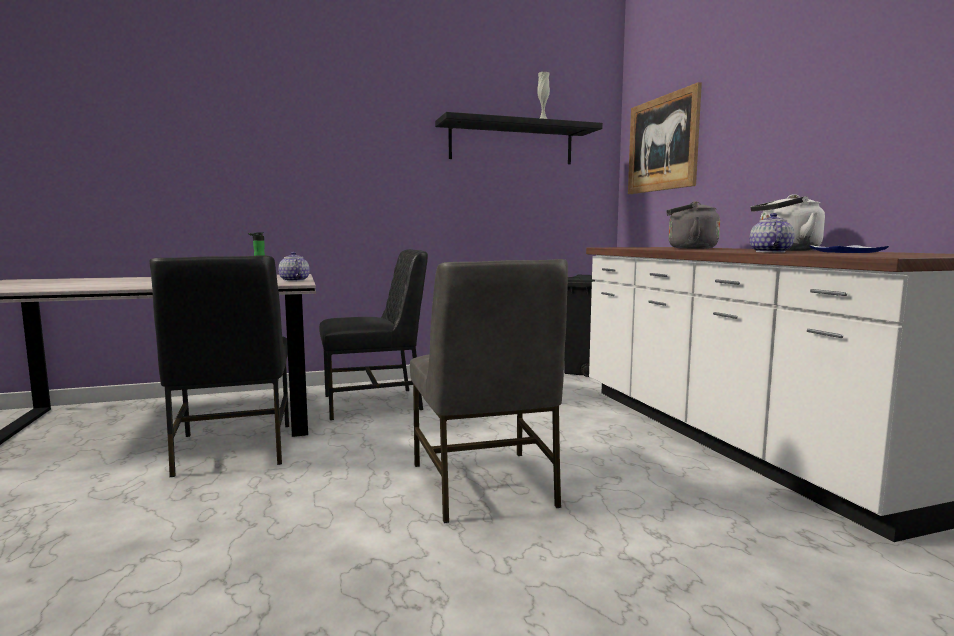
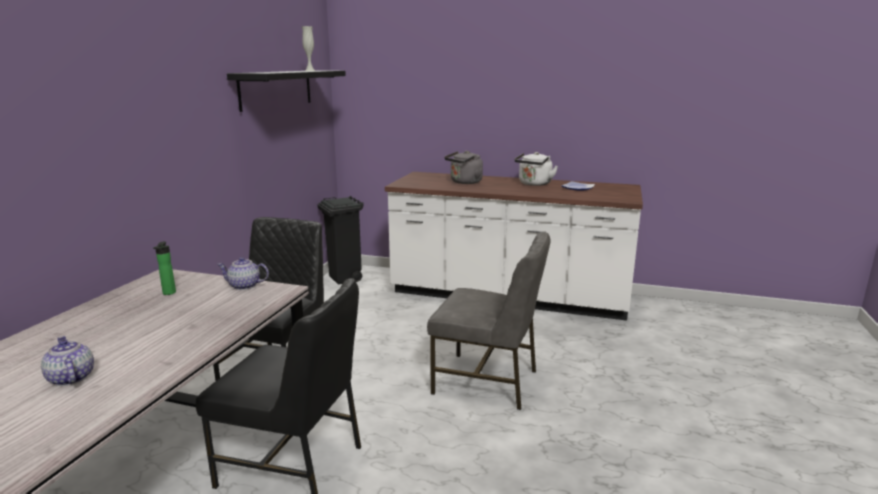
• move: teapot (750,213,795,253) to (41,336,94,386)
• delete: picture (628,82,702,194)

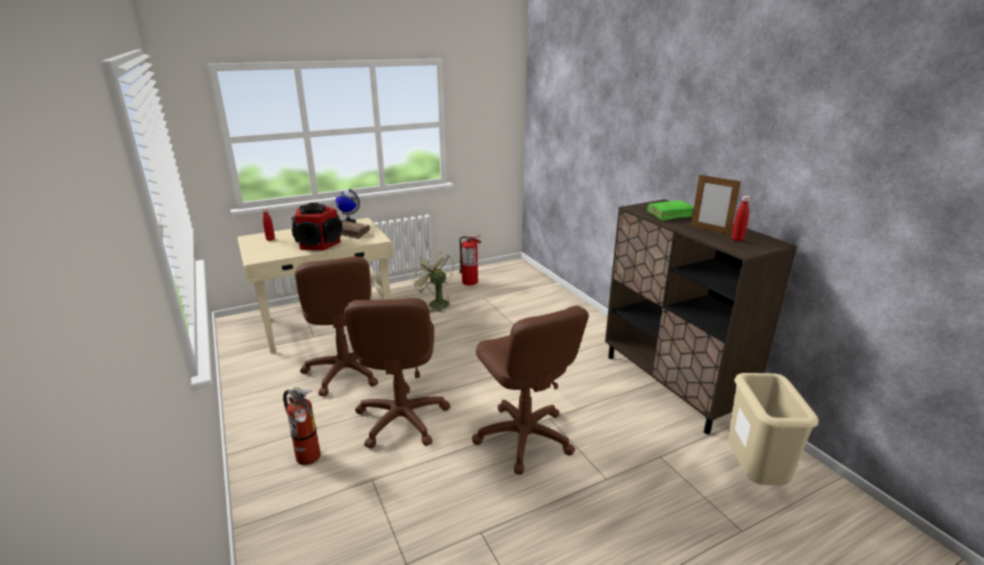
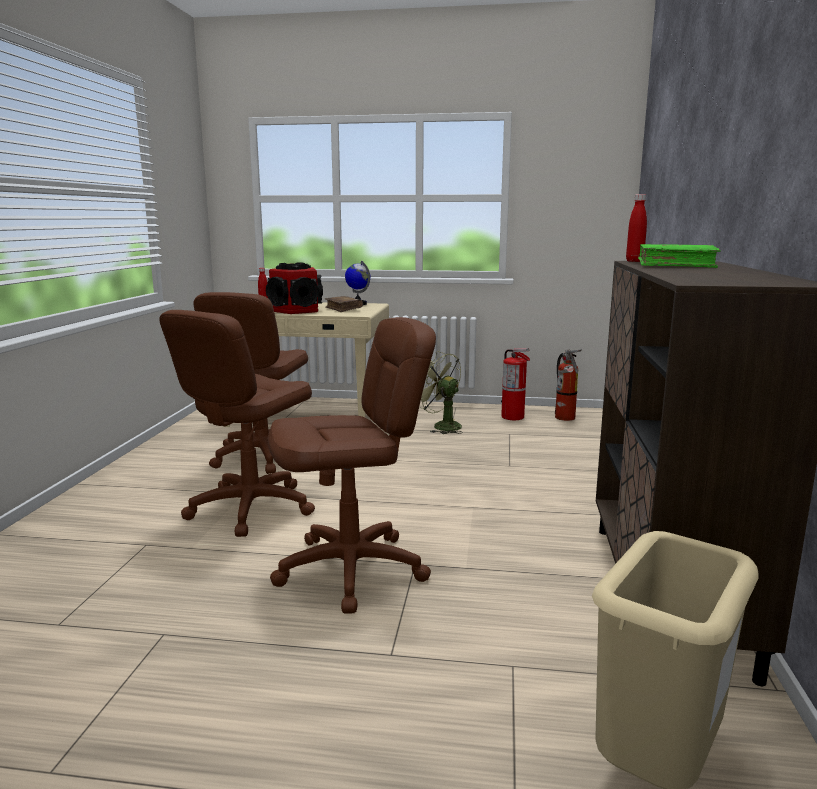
• rotate: brown_office_chair (472,306,589,475) = (268,317,436,614) 120 degrees counterclockwise
• rotate: green_fan (411,251,453,313) = (419,351,463,434) 45 degrees counterclockwise
• move: fire_extinguisher (283,387,321,465) to (555,349,582,421)
• move: red_bottle (731,196,750,242) to (626,194,647,262)
• delete: picture_frame (691,174,741,235)

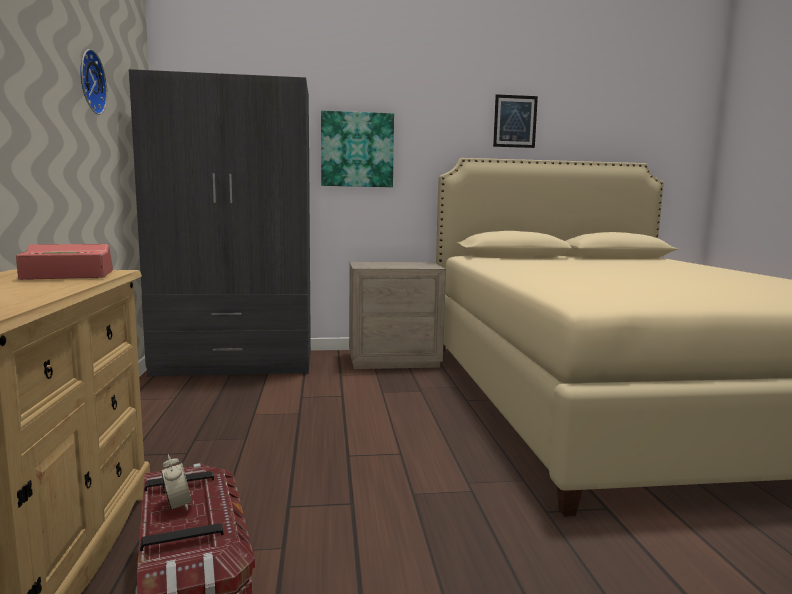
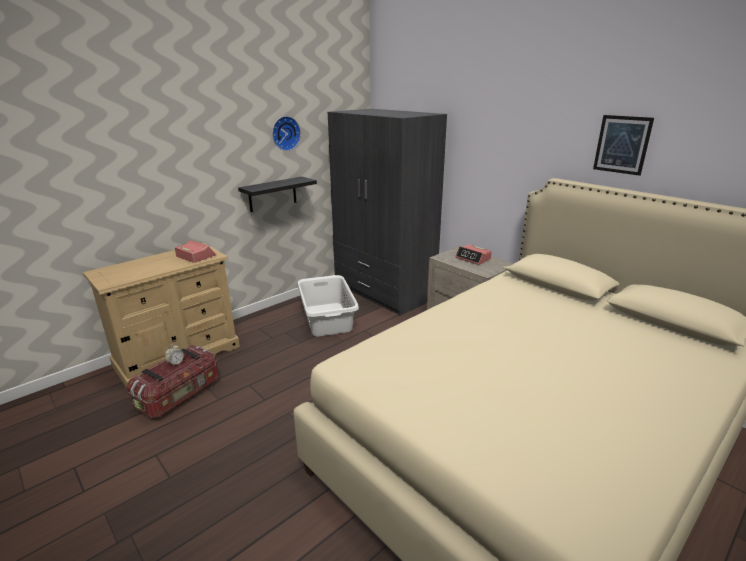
• insert: black_shelf (238,177,317,212)
• insert: white_laundry_basket (297,275,359,336)
• insert: alarm_clock (455,245,492,265)
• delete: picture (321,111,394,187)

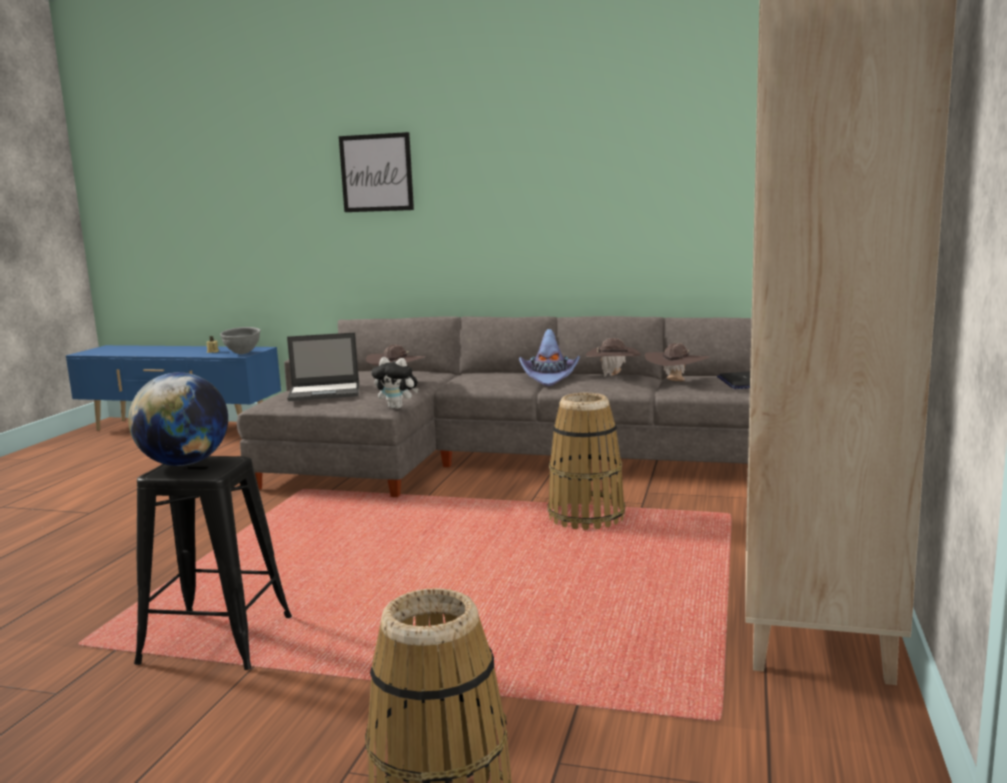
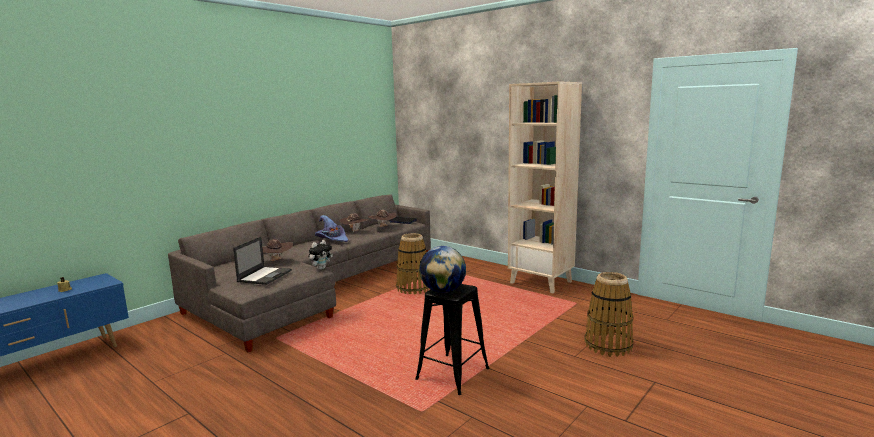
• delete: grey_bowl (220,327,261,354)
• delete: picture (339,132,414,212)

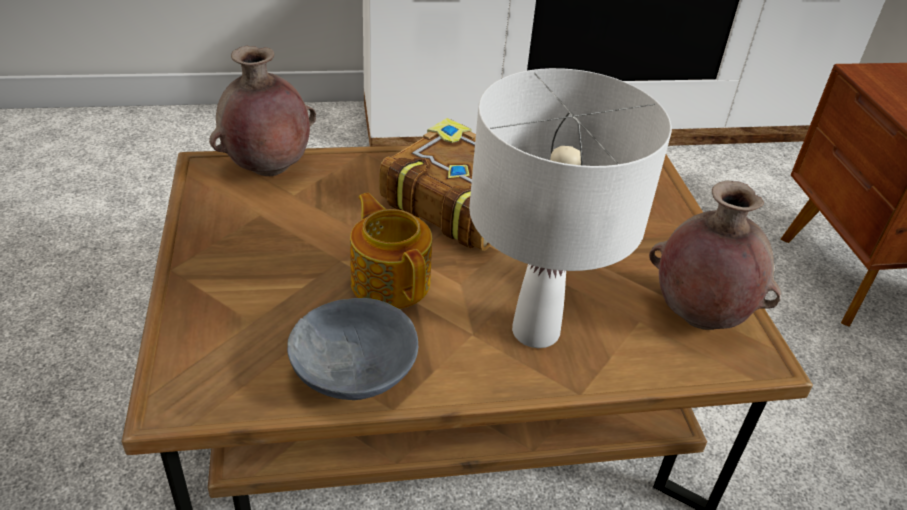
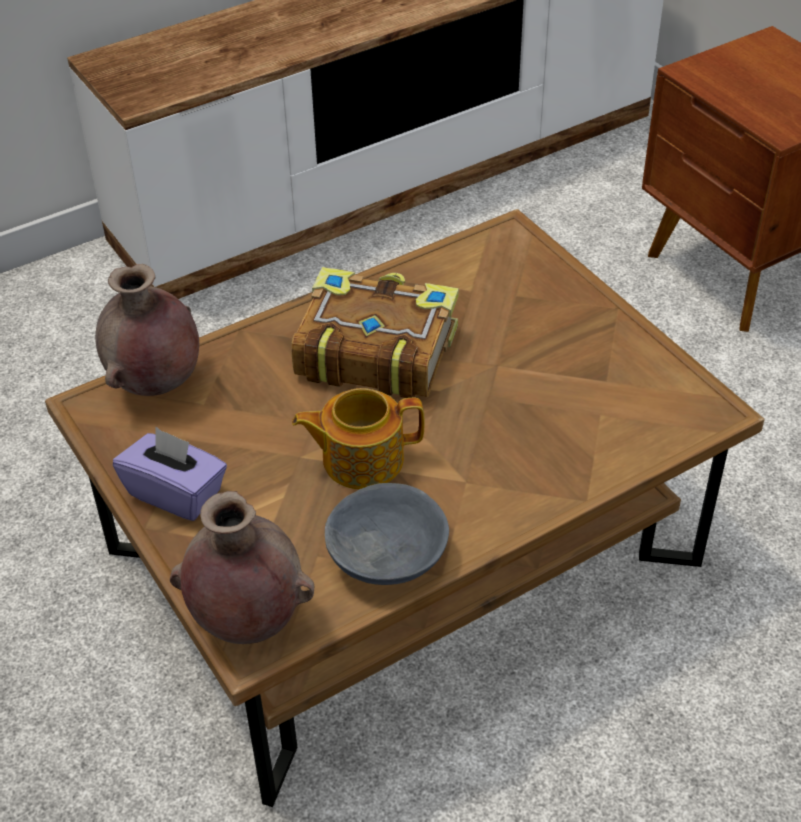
• insert: purple_tissue_box (113,427,227,521)
• move: brown_vase (649,180,781,330) to (170,491,315,644)
• rotate: teapot (350,193,432,309) = (292,388,425,489) 45 degrees counterclockwise
• delete: white_table_lamp (469,68,672,348)

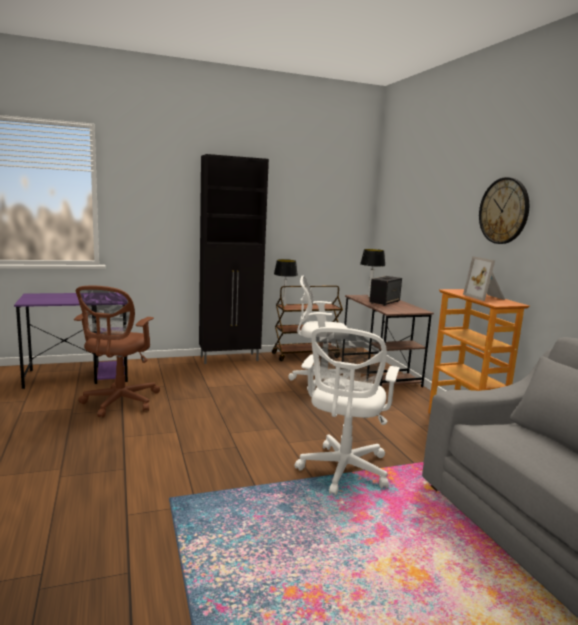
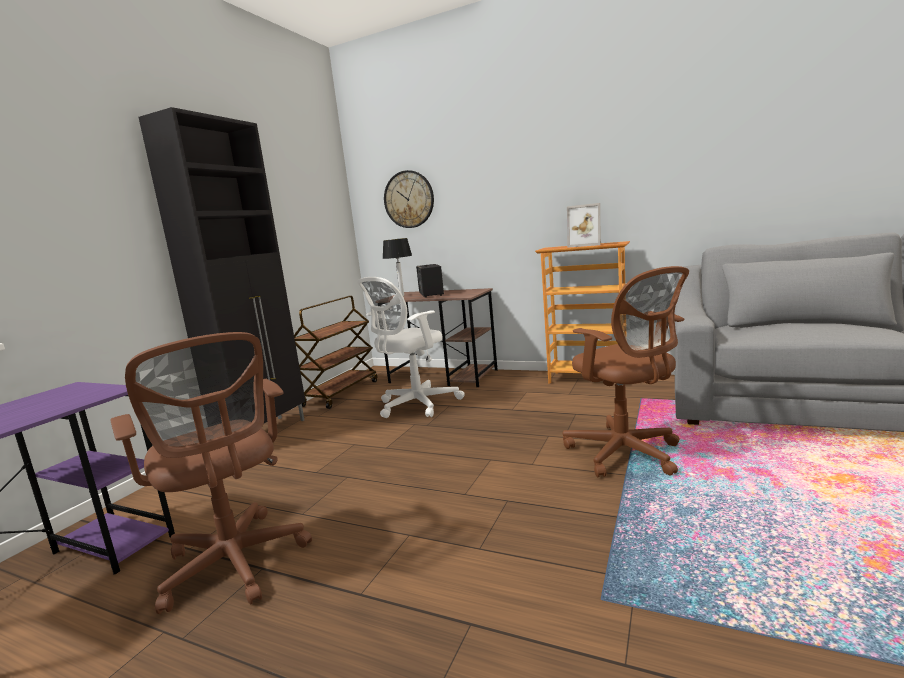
• move: wall_clock (479,177,529,244) to (384,170,434,228)
• recolor: white_office_chair (295,327,399,496) to brown_office_chair (563,266,689,477)
• delete: table_lamp (274,259,298,306)

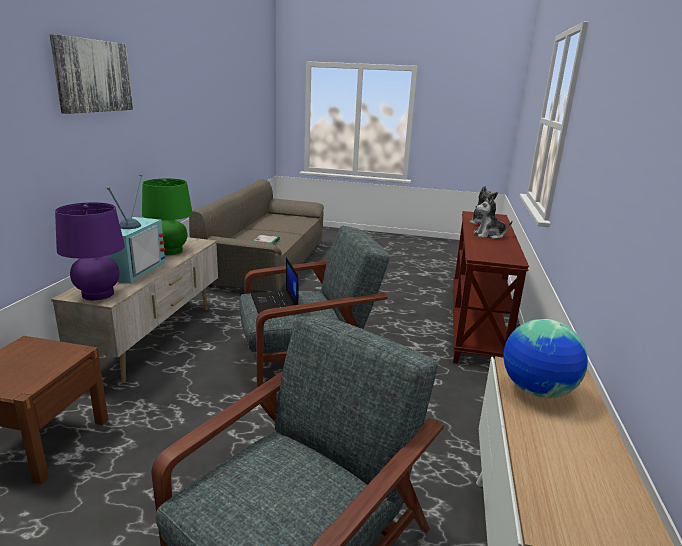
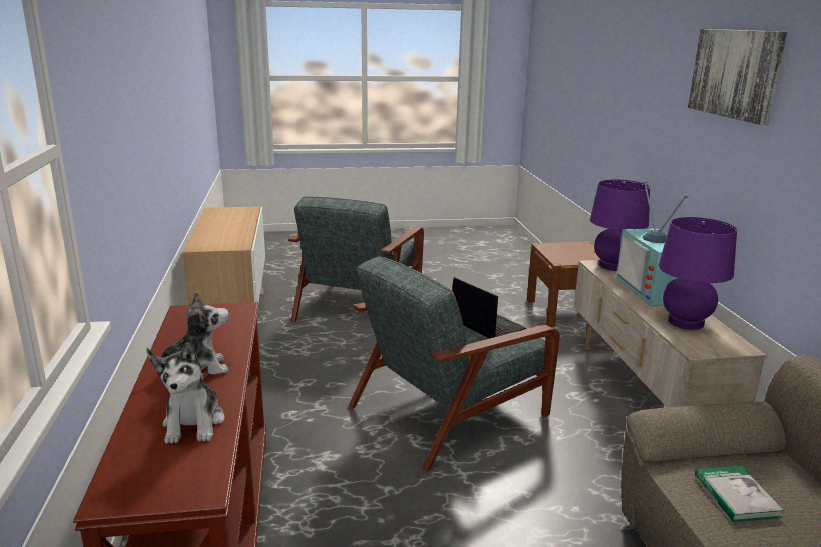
• recolor: green_table_lamp (142,178,193,255) to purple_table_lamp (659,217,737,330)
• delete: globe (503,319,588,398)

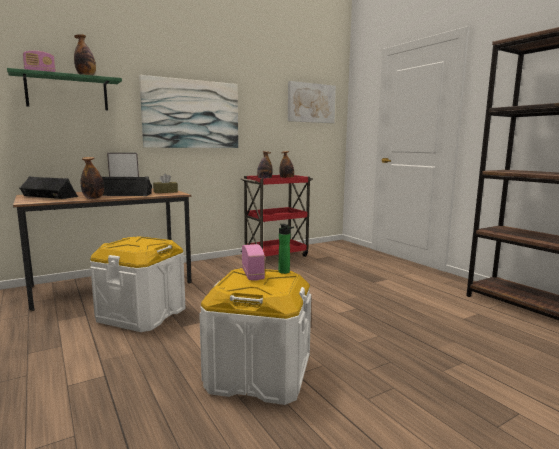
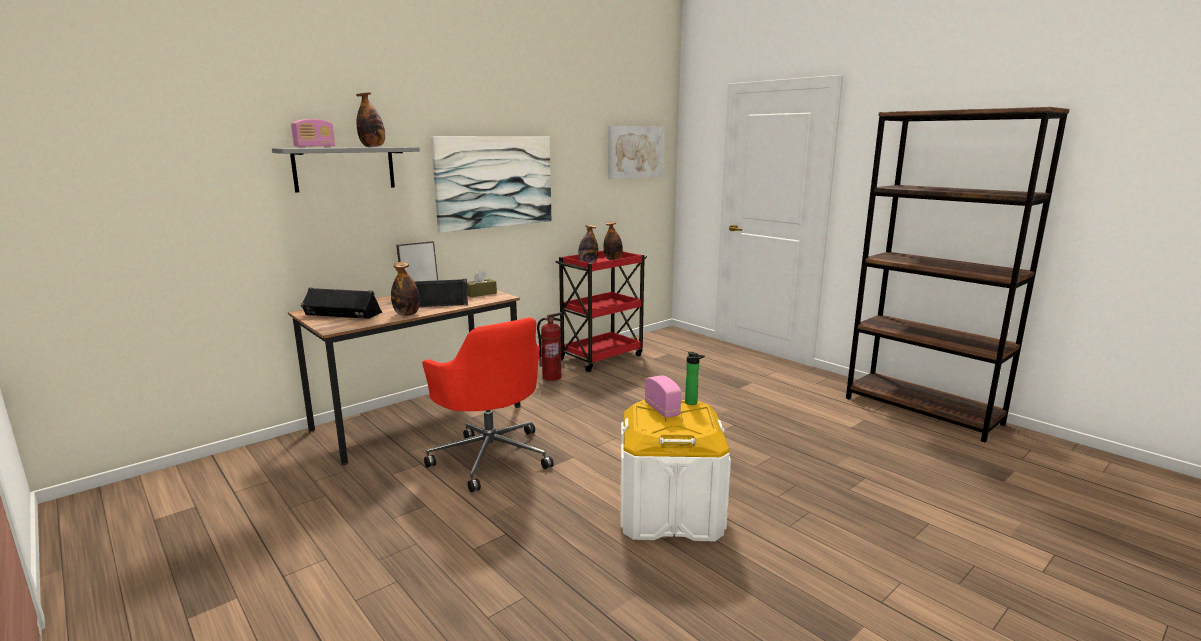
• recolor: green_shelf (7,68,122,110) to grey_shelf (272,147,420,192)
• replace: white_storage_box (90,236,186,332) to red_office_chair (422,317,554,492)
• insert: fire_extinguisher (537,312,563,381)

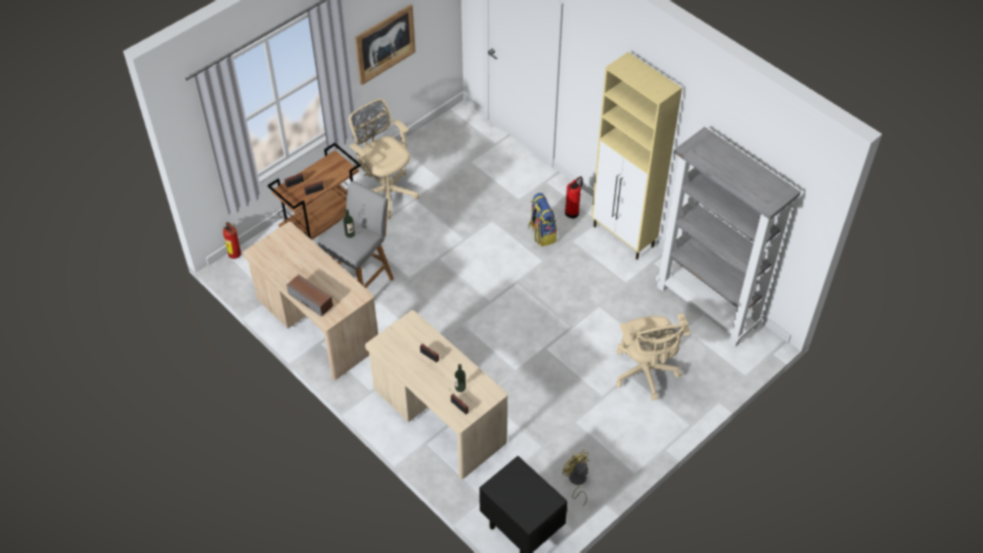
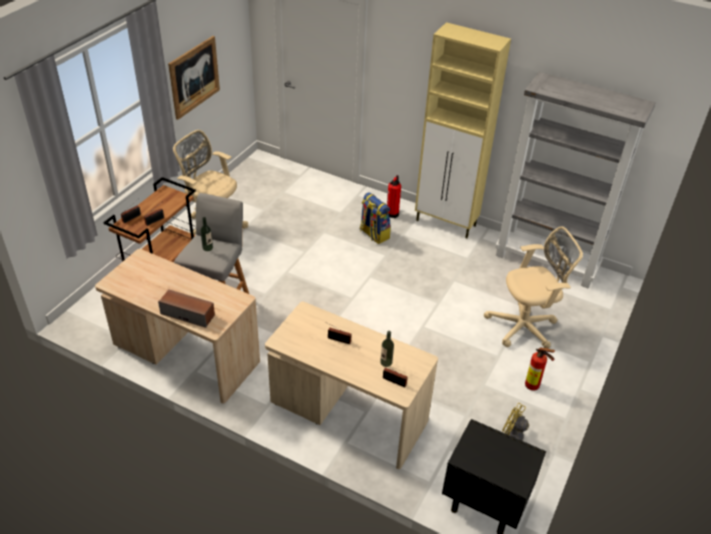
• rotate: beige_office_chair (616,314,691,401) = (484,227,583,349) 75 degrees counterclockwise
• move: fire_extinguisher (223,222,241,259) to (525,347,555,391)

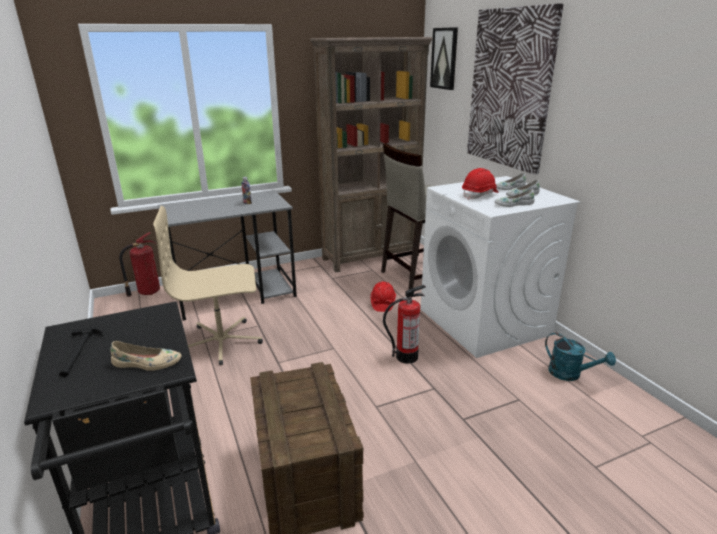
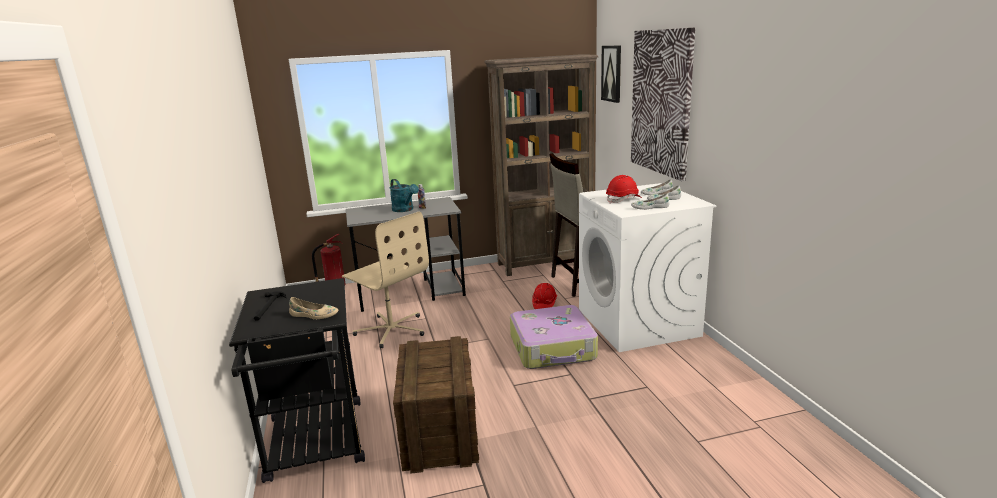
• rotate: beige_office_chair (153,206,263,365) = (342,212,429,348) 135 degrees counterclockwise
• move: turquoise_watering_can (545,332,616,381) to (390,179,419,212)
• replace: fire_extinguisher (383,285,426,364) to suitcase (510,305,598,369)

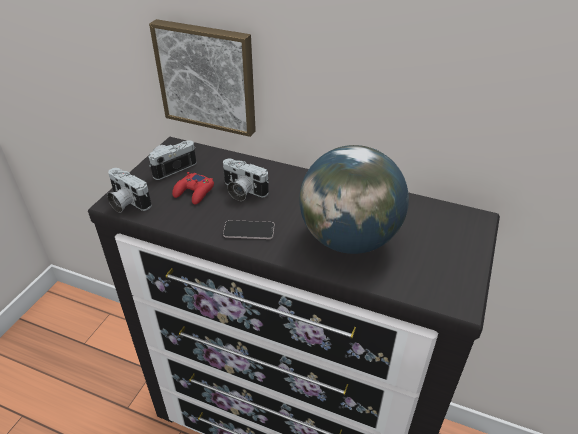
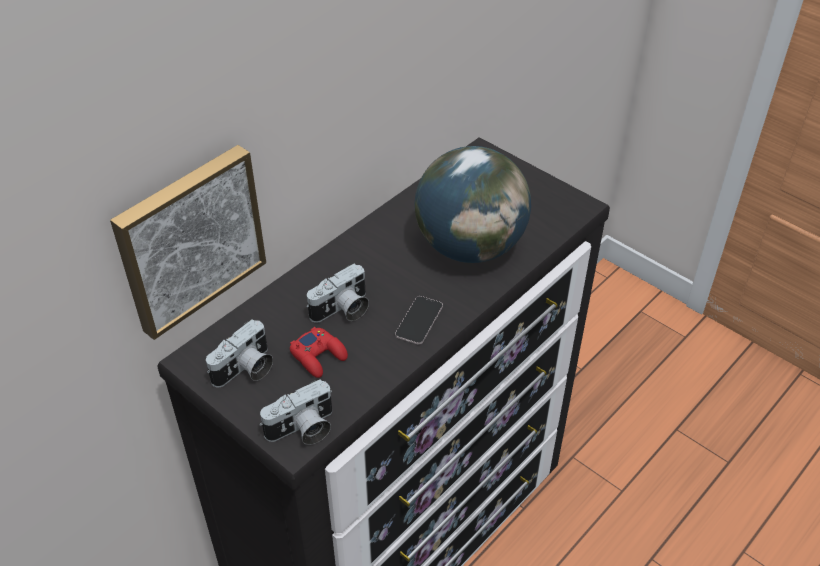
• rotate: photo_camera (149,140,196,180) = (206,319,273,387) 120 degrees counterclockwise

